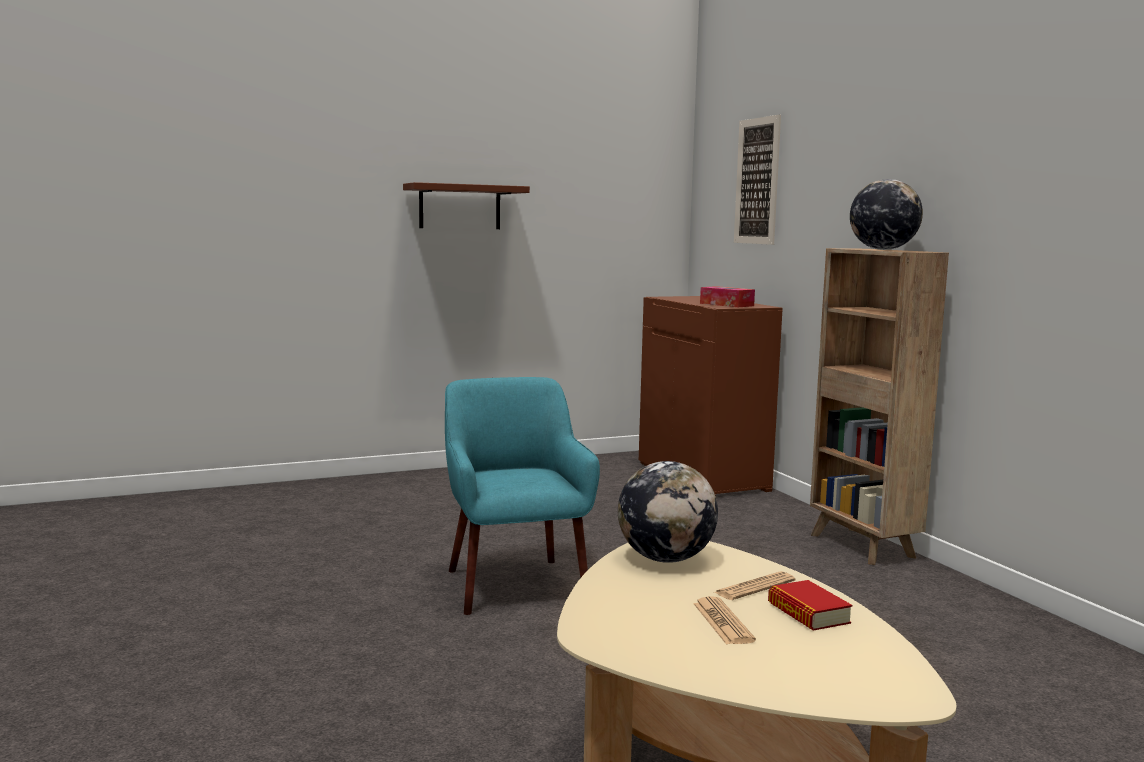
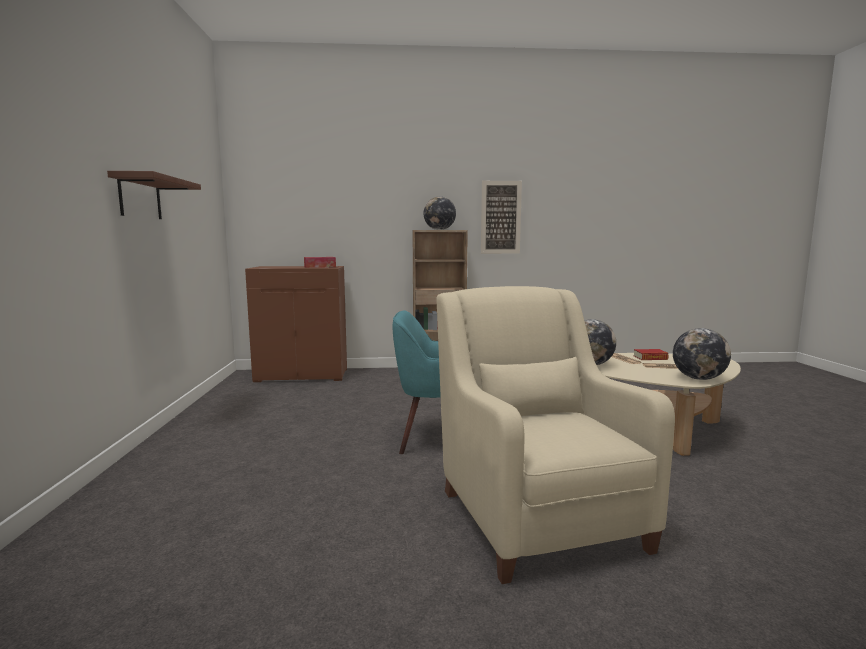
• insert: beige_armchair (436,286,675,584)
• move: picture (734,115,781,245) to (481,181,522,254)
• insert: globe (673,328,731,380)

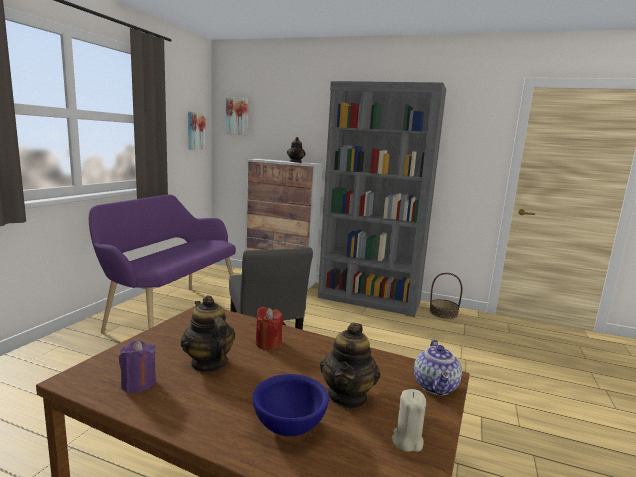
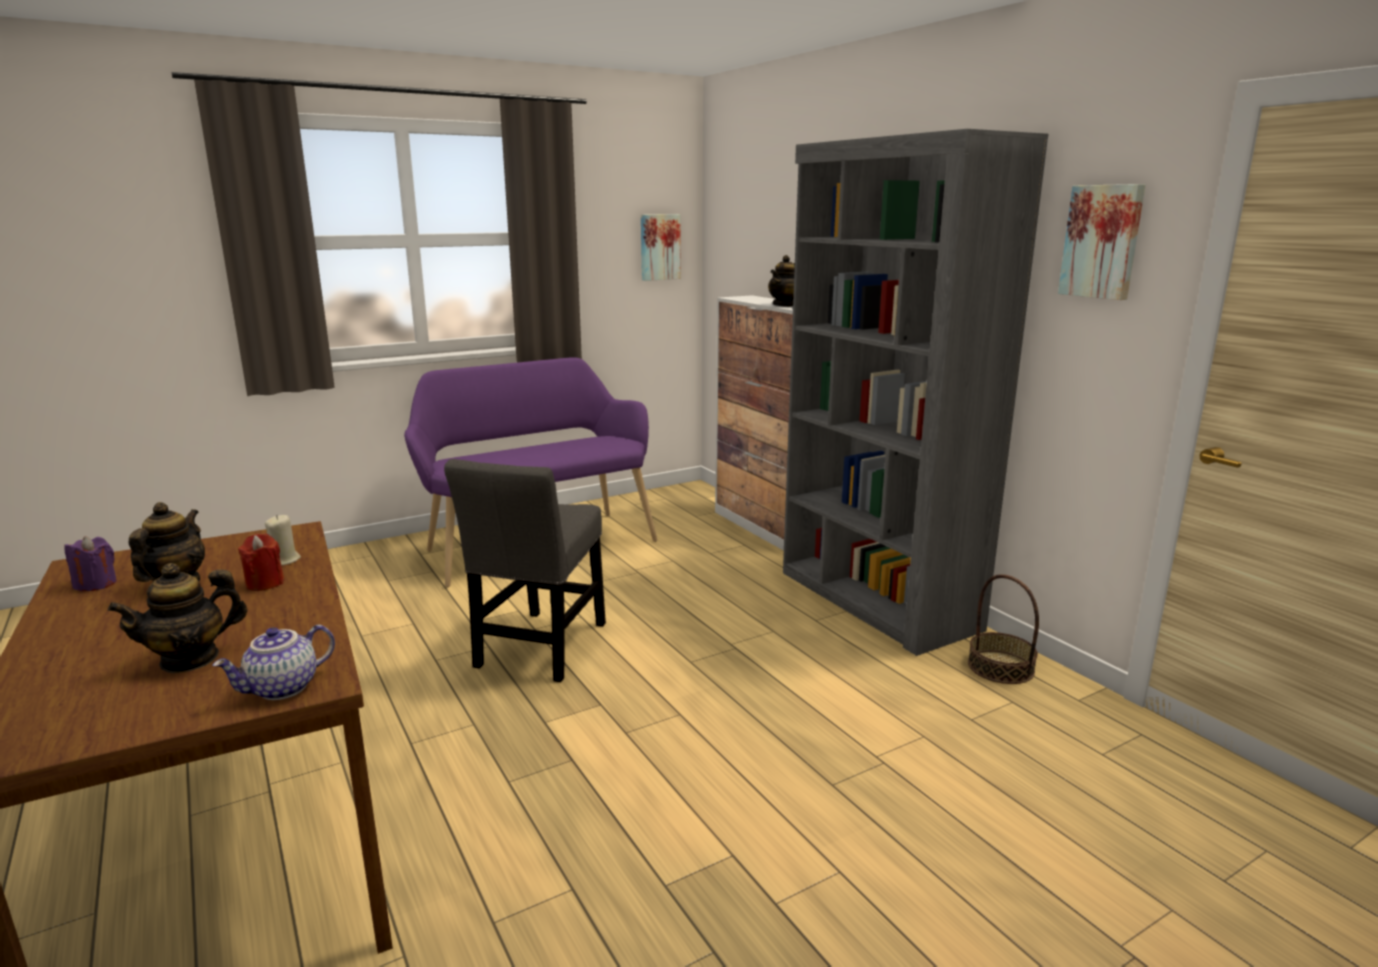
• move: beige_candle (392,389,426,452) to (265,515,301,566)
• move: picture (226,98,248,135) to (1058,184,1145,300)
• delete: blue_bowl (252,374,329,436)

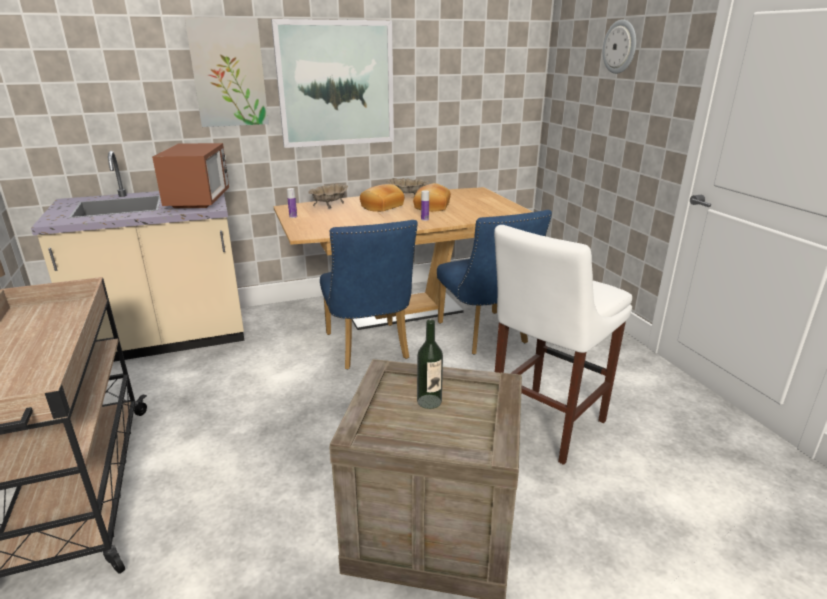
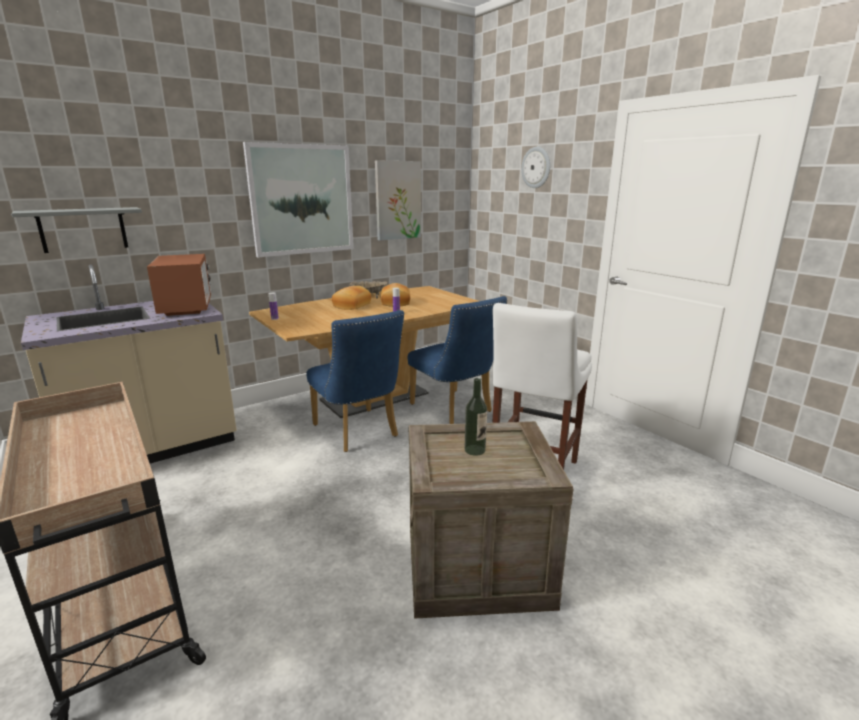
• insert: grey_shelf (11,207,142,253)
• move: picture (185,17,269,127) to (375,161,421,241)
• delete: beige_bowl (308,183,348,208)

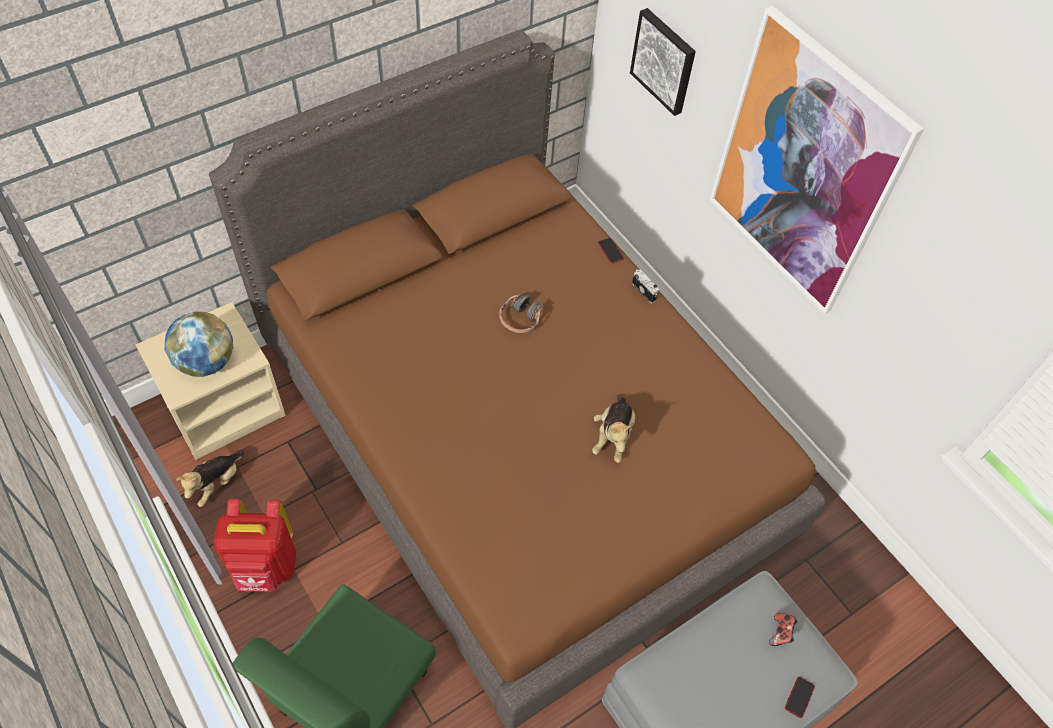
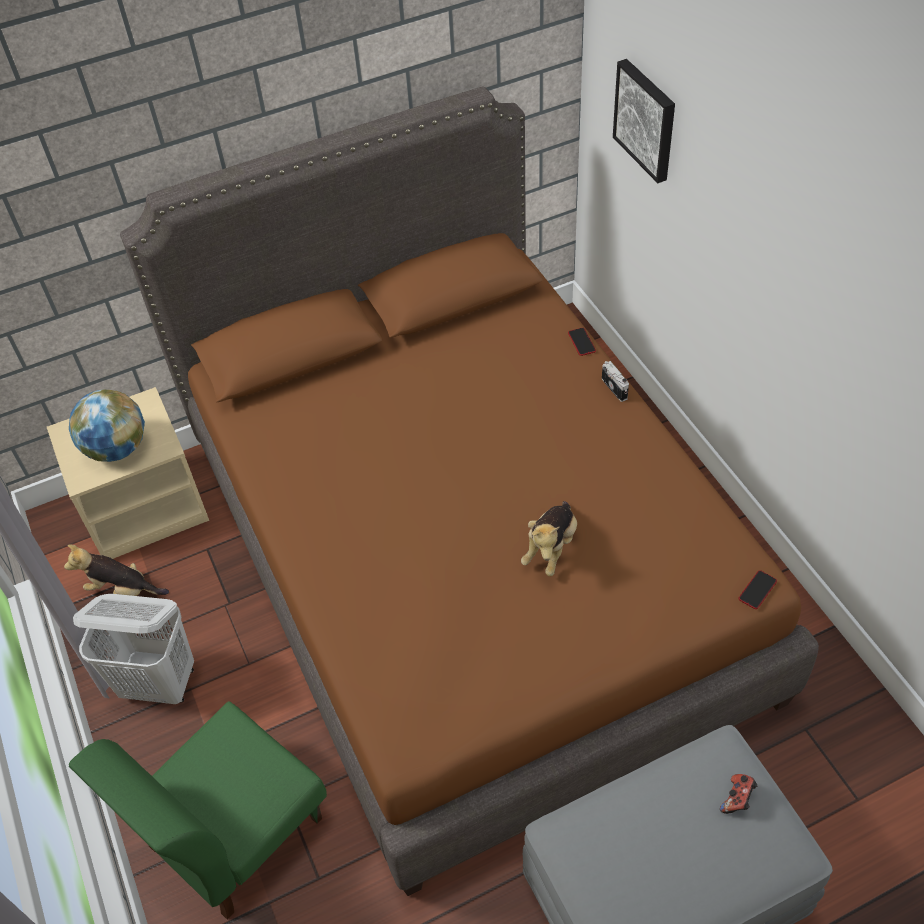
• rotate: plush_toy (176,450,244,507) = (64,544,169,596) 60 degrees clockwise
• replace: red_backpack (214,498,296,592) to white_laundry_basket (73,594,194,704)
• move: phone (785,677,815,718) to (739,570,777,609)
• delete: headphones (499,293,544,333)
• delete: picture (710,5,924,314)

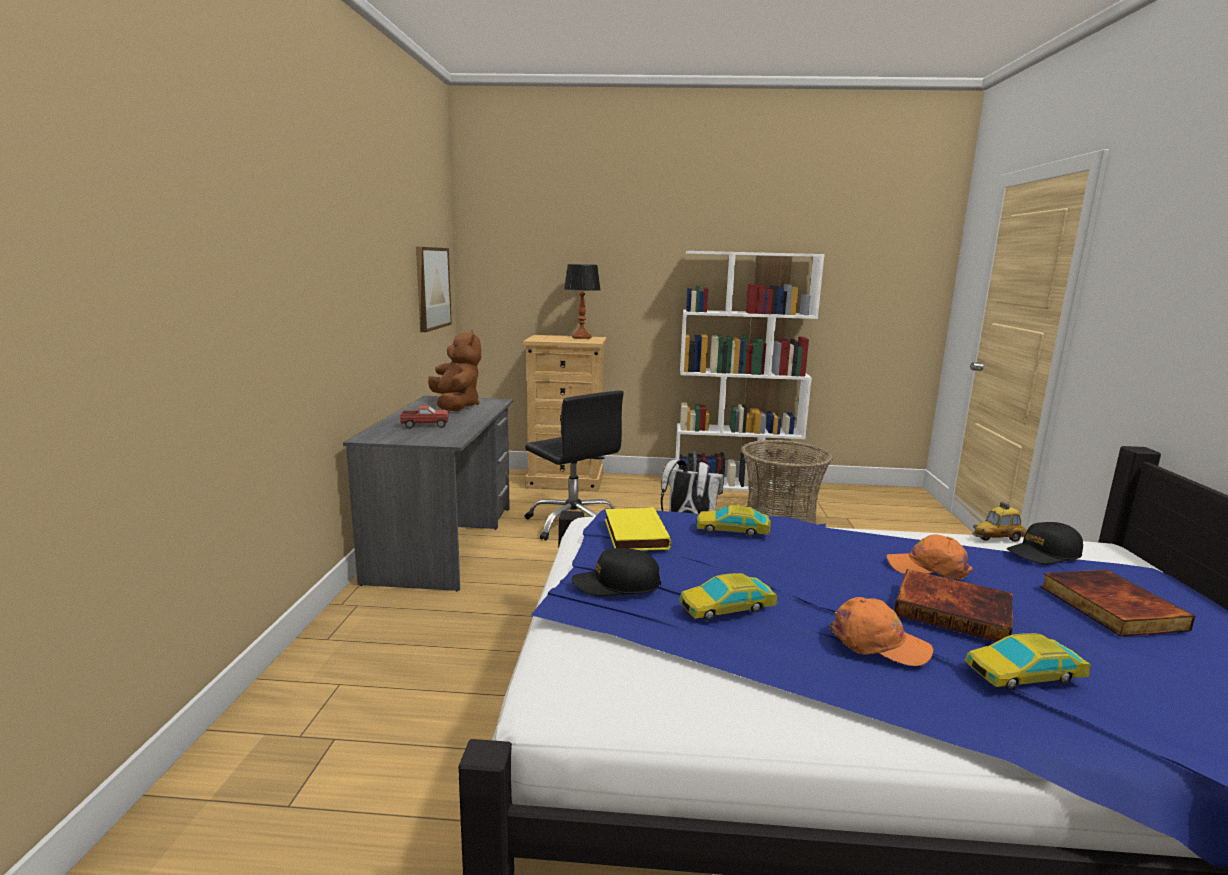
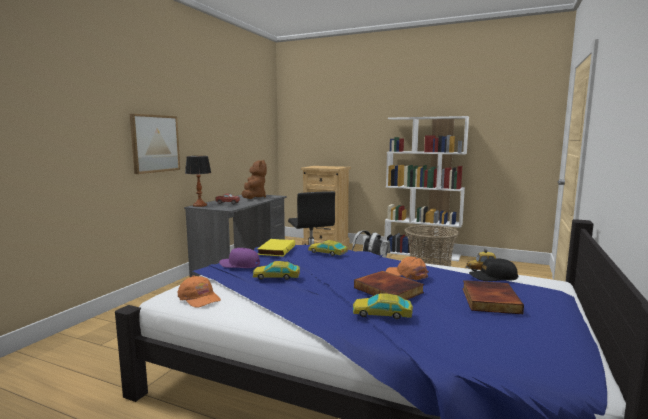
• move: picture (416,247,452,332) to (130,114,180,174)
• move: orange_cap (830,597,934,666) to (177,276,221,308)
• move: table_lamp (564,264,600,339) to (185,156,211,207)
• recolor: black_cap (572,548,661,596) to purple_cap (219,248,260,268)

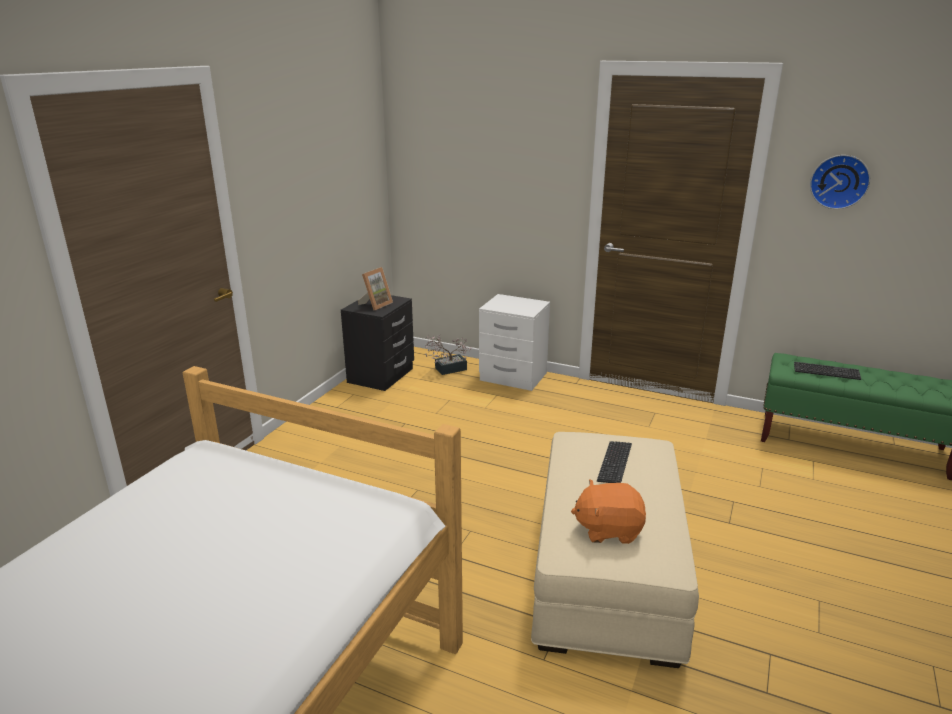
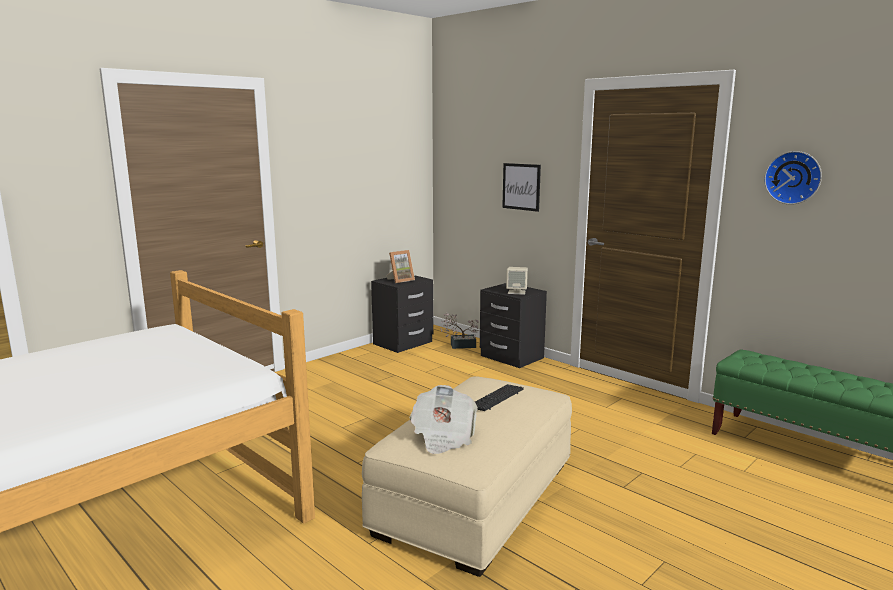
• replace: orange_plush_toy (571,479,646,544) to newspaper (410,385,478,454)
• recolor: white_nightstand (479,294,550,391) to black_nightstand (480,283,547,368)
• insert: picture (502,163,541,212)
• insert: beige_speaker (506,267,528,295)
• delete: keyboard (794,362,861,380)

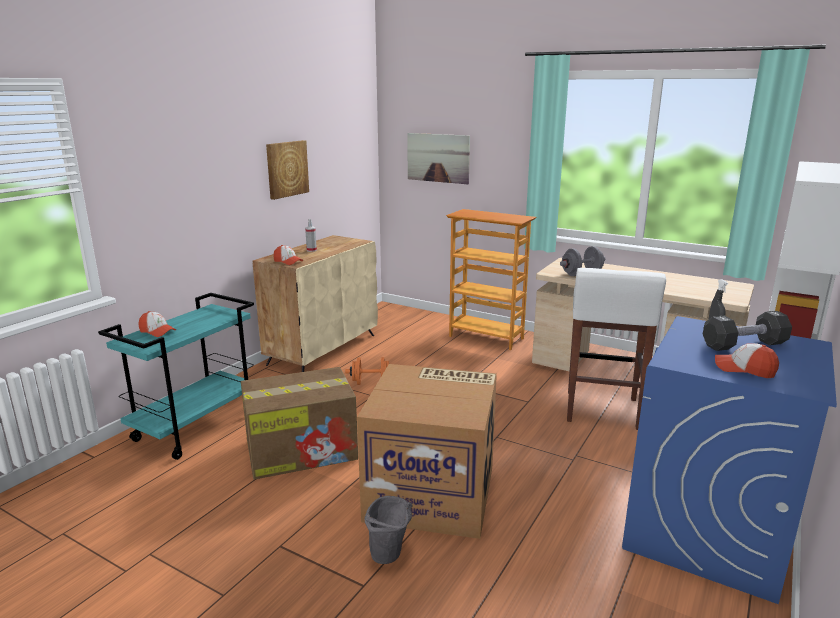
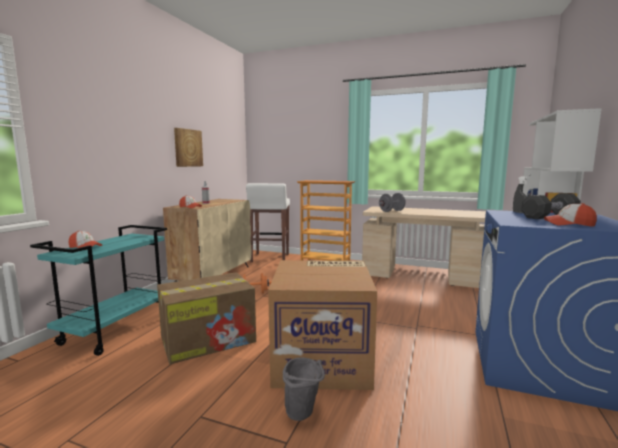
• move: white_stool (567,268,666,430) to (246,183,290,262)
• delete: picture (407,133,470,184)

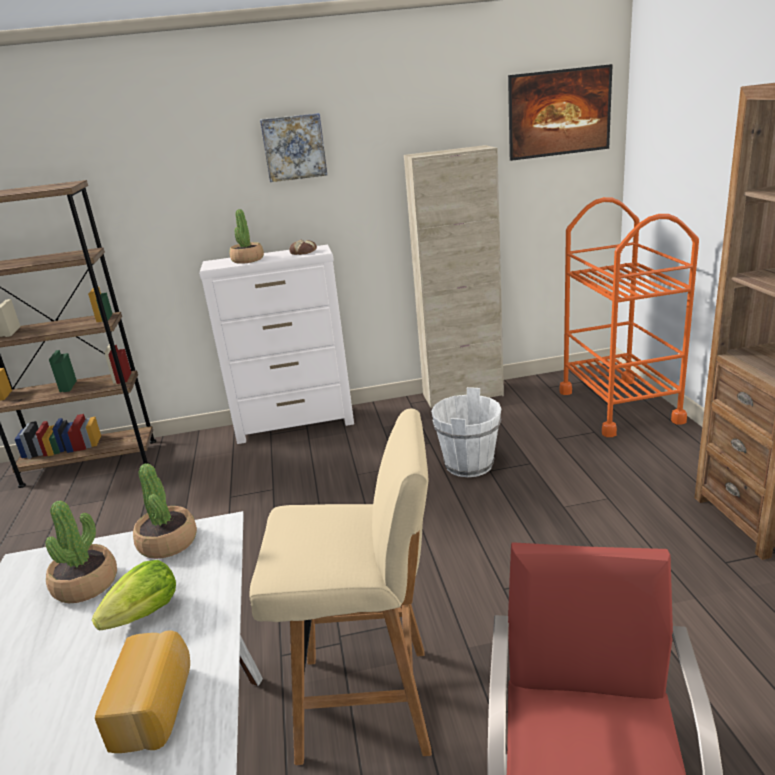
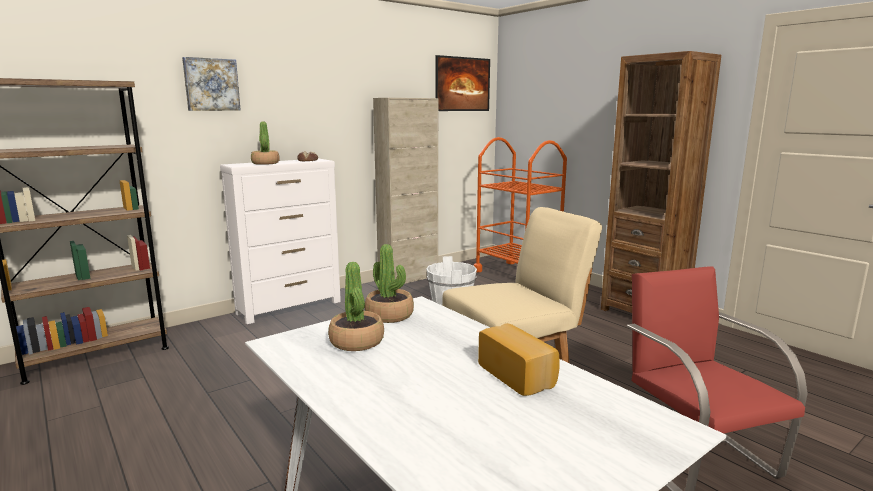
• move: picture (260,113,327,182) to (182,57,241,111)
• delete: lettuce (92,560,176,631)

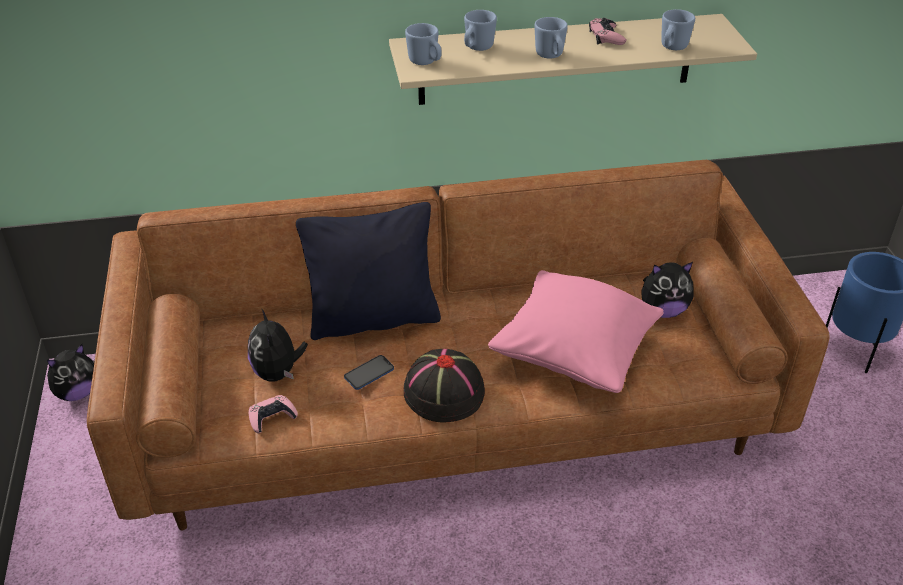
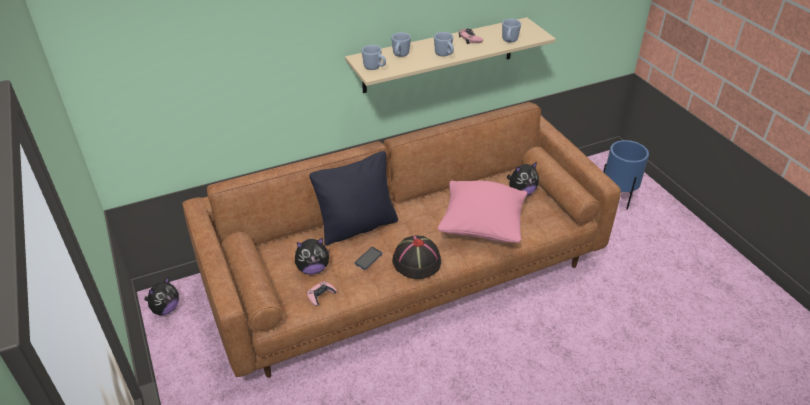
• rotate: plush_toy (248,308,308,382) = (295,238,330,275) 75 degrees counterclockwise

